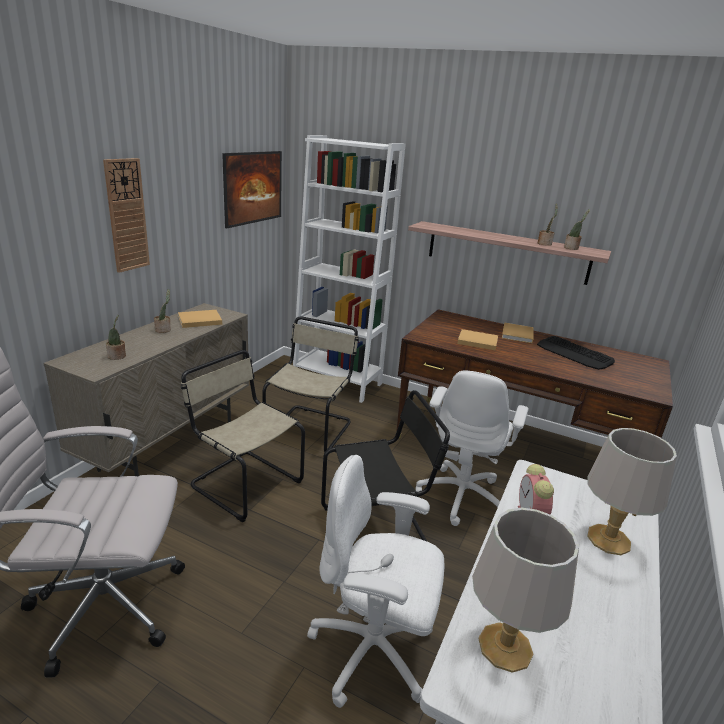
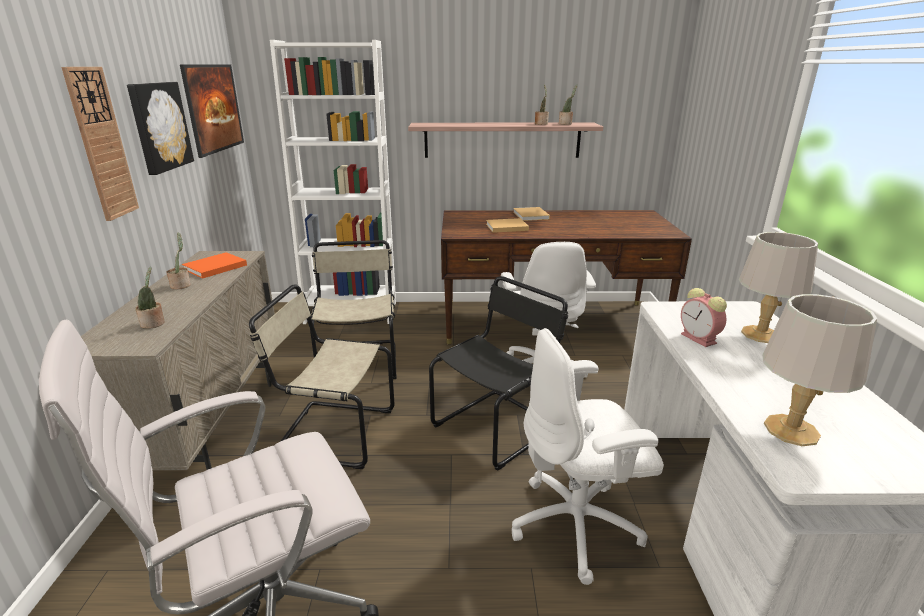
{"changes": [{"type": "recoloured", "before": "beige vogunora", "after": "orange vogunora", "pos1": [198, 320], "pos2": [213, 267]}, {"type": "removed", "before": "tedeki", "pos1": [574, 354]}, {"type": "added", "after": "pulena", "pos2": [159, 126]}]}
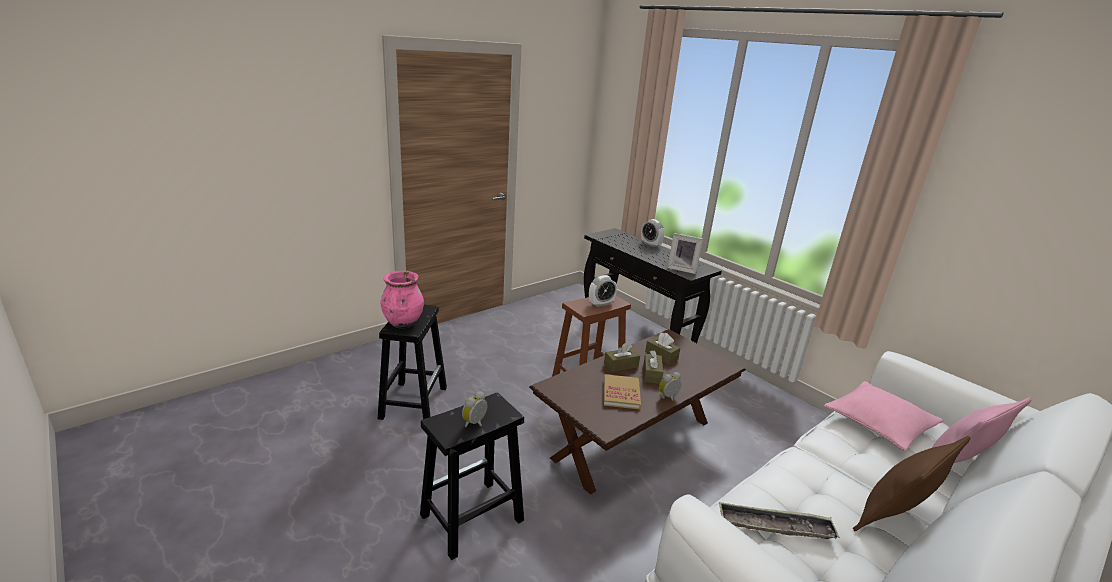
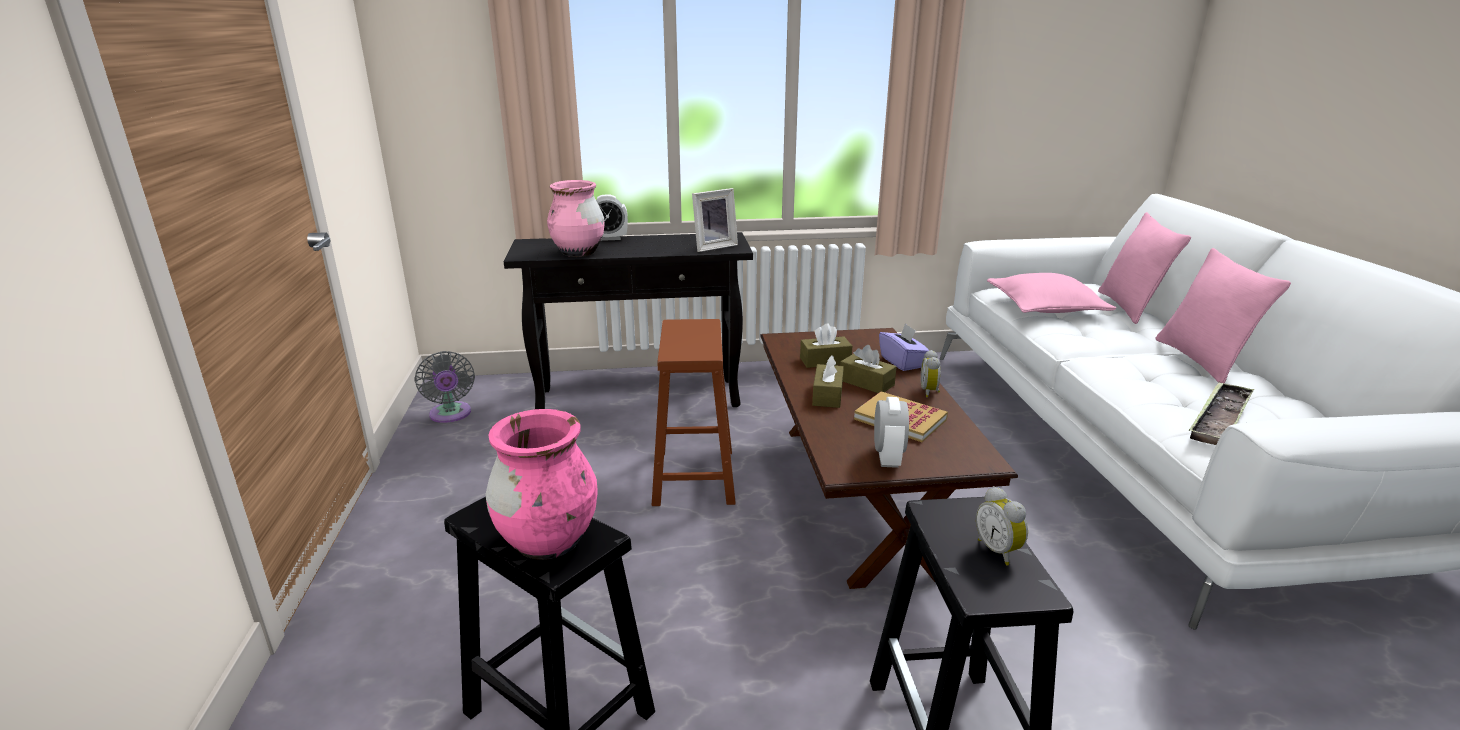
{"changes": [{"type": "moved", "before": "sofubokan", "pos1": [601, 304], "pos2": [887, 458]}, {"type": "recoloured", "before": "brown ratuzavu", "after": "pink ratuzavu", "pos1": [893, 518], "pos2": [1201, 361]}, {"type": "added", "after": "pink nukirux", "pos2": [579, 253]}, {"type": "added", "after": "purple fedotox", "pos2": [902, 362]}, {"type": "added", "after": "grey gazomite", "pos2": [450, 415]}]}
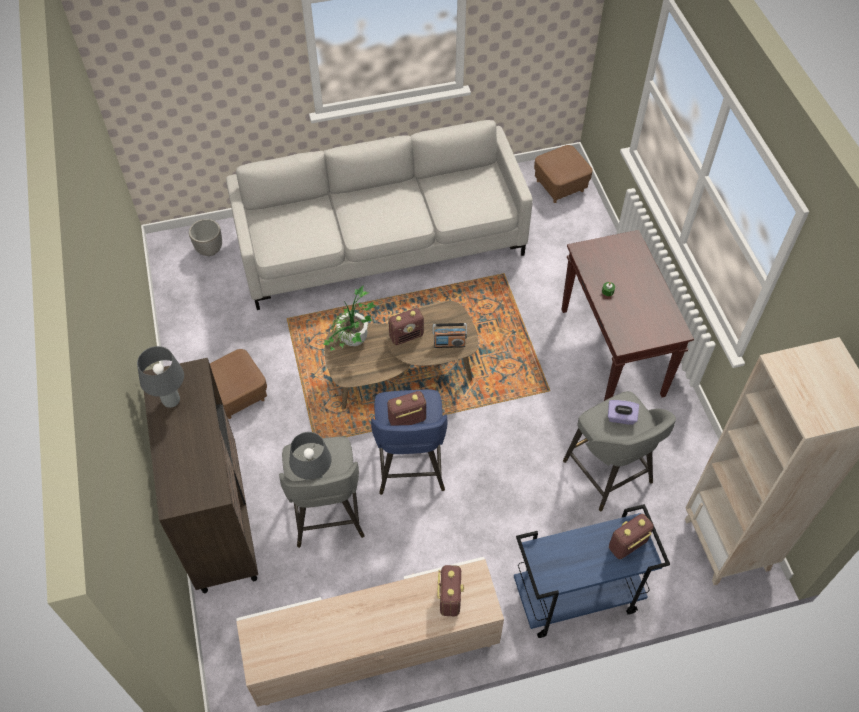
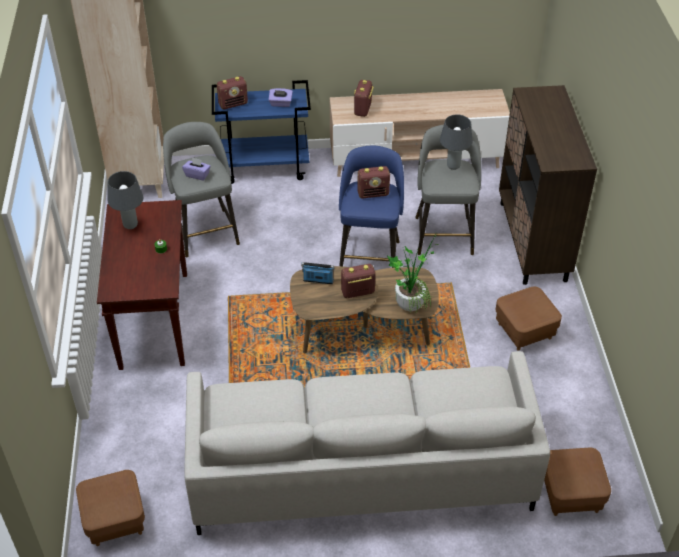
{"changes": [{"type": "replaced", "before": "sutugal", "after": "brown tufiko", "pos1": [210, 249], "pos2": [570, 494]}, {"type": "moved", "before": "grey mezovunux", "pos1": [172, 401], "pos2": [130, 225]}, {"type": "added", "after": "purple fedotox", "pos2": [280, 103]}]}
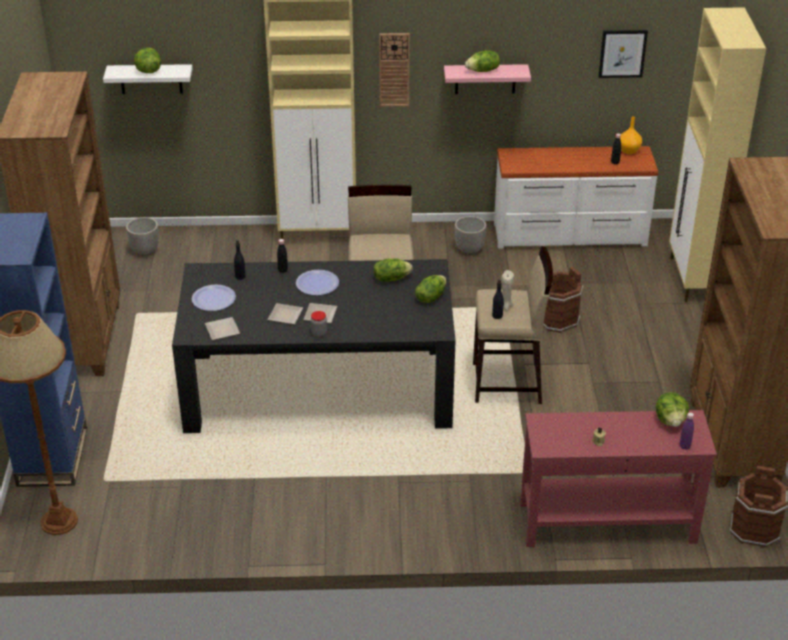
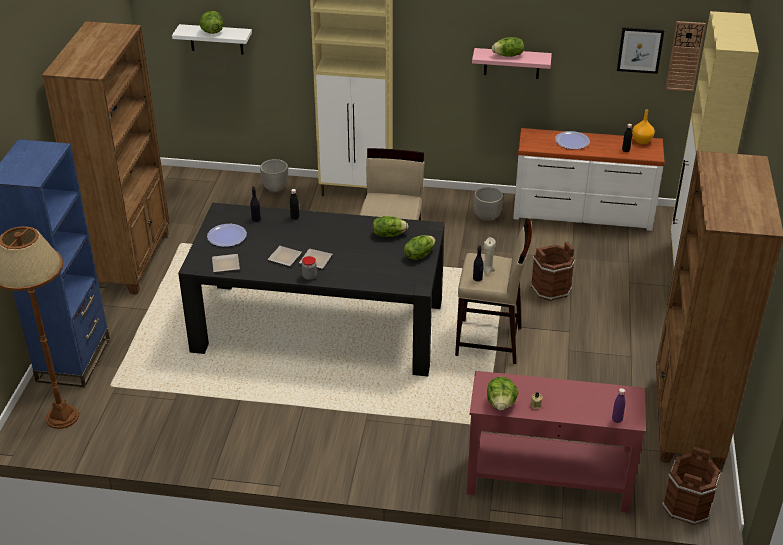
{"changes": [{"type": "moved", "before": "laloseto", "pos1": [394, 69], "pos2": [685, 56]}, {"type": "moved", "before": "sutugal", "pos1": [145, 250], "pos2": [275, 189]}, {"type": "moved", "before": "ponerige", "pos1": [317, 283], "pos2": [572, 141]}, {"type": "moved", "before": "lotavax", "pos1": [670, 421], "pos2": [501, 404]}]}
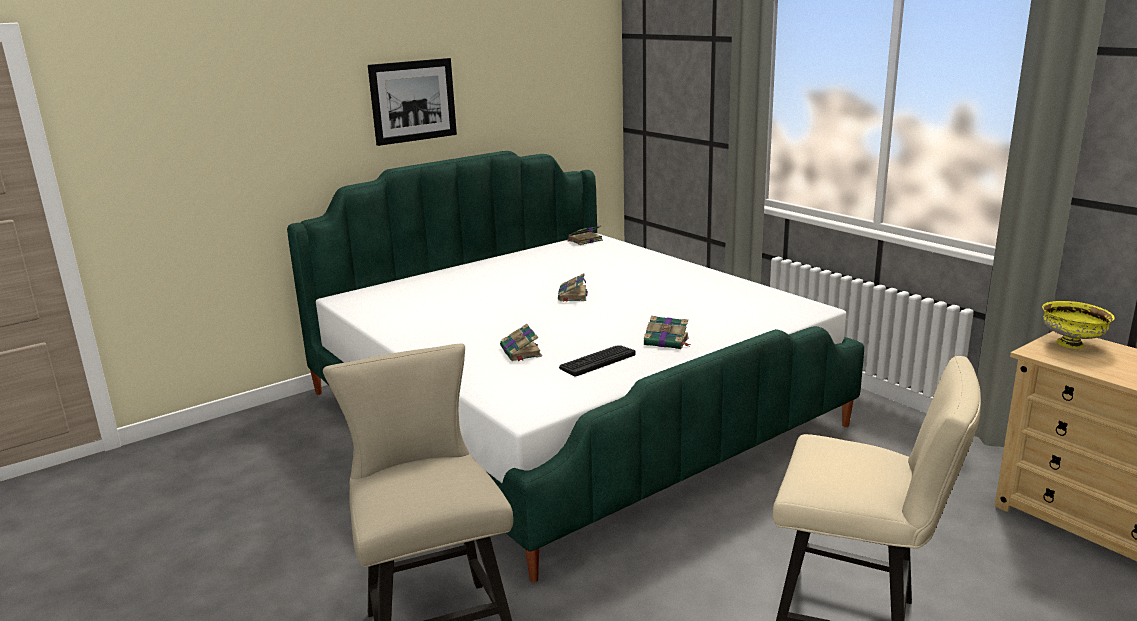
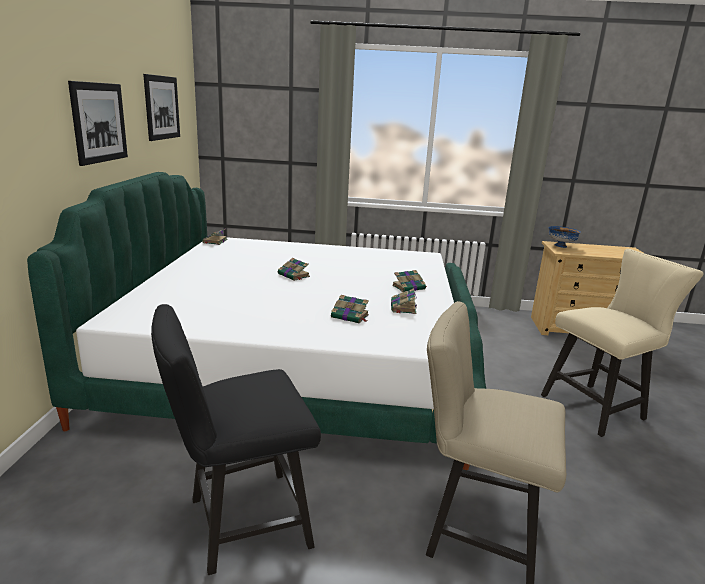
{"changes": [{"type": "recoloured", "before": "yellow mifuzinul", "after": "blue mifuzinul", "pos1": [1071, 344], "pos2": [561, 246]}, {"type": "replaced", "before": "tedeki", "after": "vogunora", "pos1": [597, 361], "pos2": [403, 308]}, {"type": "added", "after": "pulena", "pos2": [162, 107]}, {"type": "added", "after": "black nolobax", "pos2": [239, 523]}]}
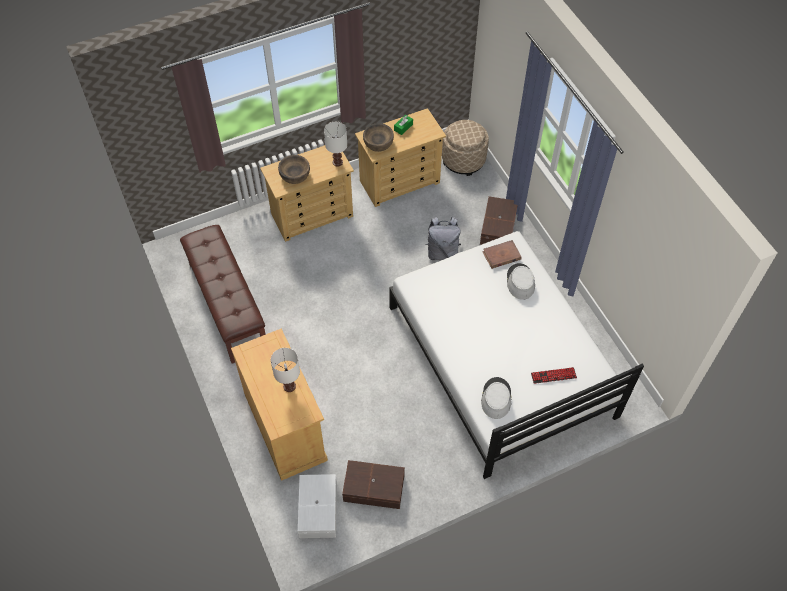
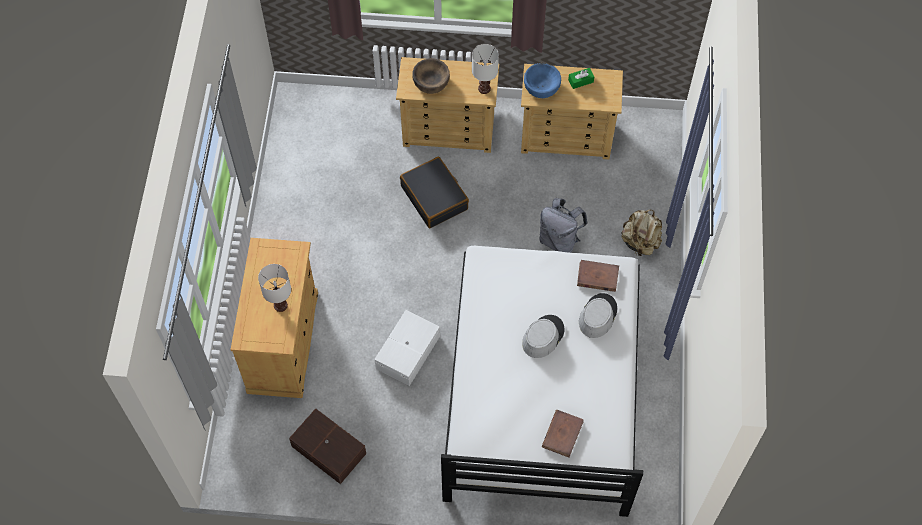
{"changes": [{"type": "removed", "before": "beige tufiko", "pos1": [463, 160]}, {"type": "recoloured", "before": "brown mifuzinul", "after": "blue mifuzinul", "pos1": [378, 143], "pos2": [541, 87]}, {"type": "replaced", "before": "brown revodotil", "after": "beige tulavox", "pos1": [499, 227], "pos2": [640, 242]}, {"type": "removed", "before": "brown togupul", "pos1": [227, 305]}, {"type": "replaced", "before": "tedeki", "after": "brown vogunora", "pos1": [553, 376], "pos2": [562, 434]}, {"type": "moved", "before": "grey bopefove", "pos1": [496, 398], "pos2": [543, 336]}, {"type": "moved", "before": "white revodotil", "pos1": [319, 509], "pos2": [409, 352]}, {"type": "added", "after": "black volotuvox", "pos2": [434, 197]}]}
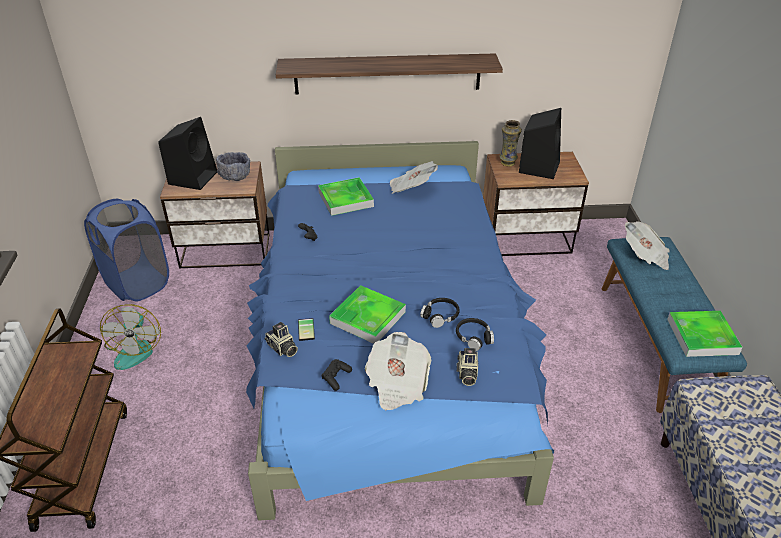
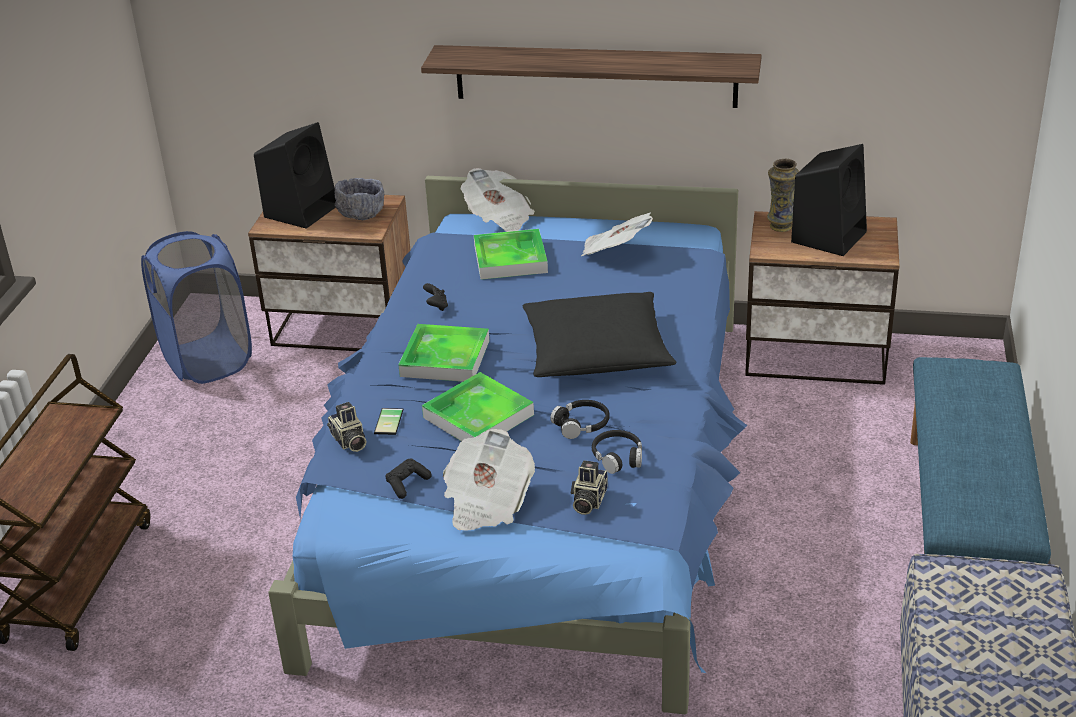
{"changes": [{"type": "moved", "before": "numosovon", "pos1": [645, 256], "pos2": [499, 217]}, {"type": "removed", "before": "gazomite", "pos1": [135, 349]}, {"type": "moved", "before": "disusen", "pos1": [702, 336], "pos2": [445, 358]}, {"type": "added", "after": "black ratuzavu", "pos2": [596, 351]}]}
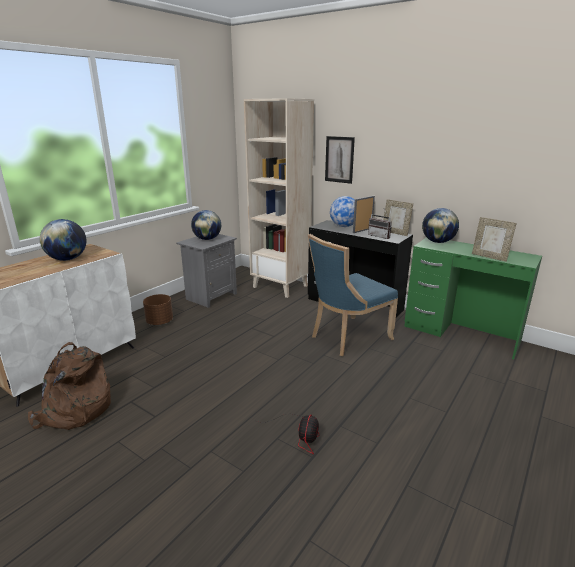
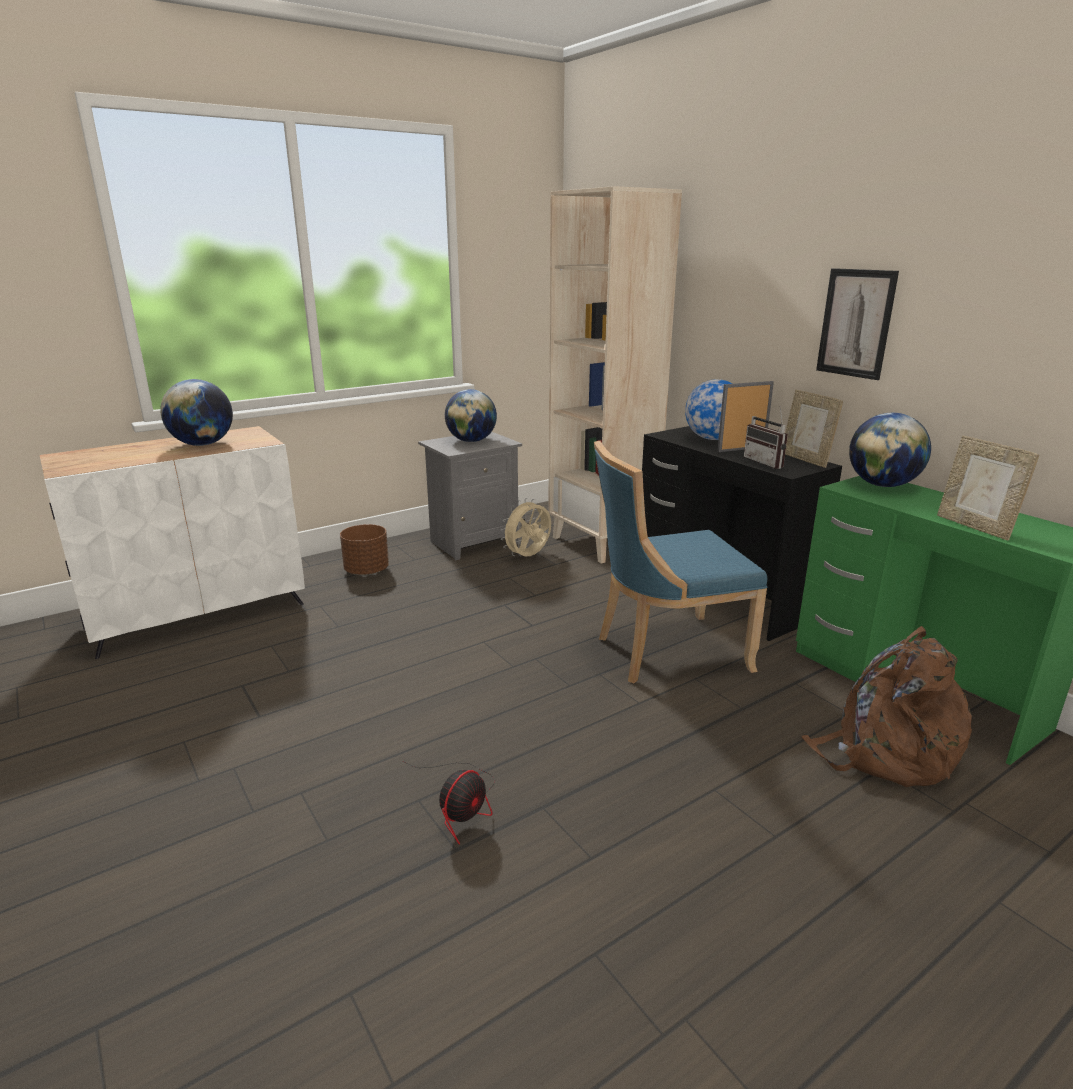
{"changes": [{"type": "moved", "before": "pulena", "pos1": [339, 159], "pos2": [855, 323]}, {"type": "moved", "before": "brown tulavox", "pos1": [75, 410], "pos2": [886, 751]}, {"type": "added", "after": "beige gazomite", "pos2": [528, 557]}]}
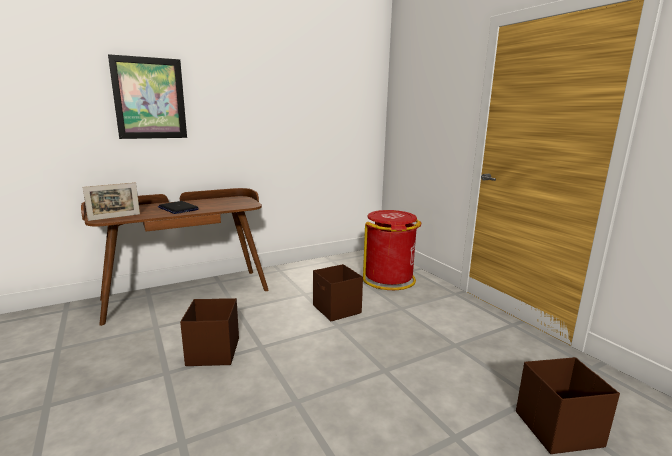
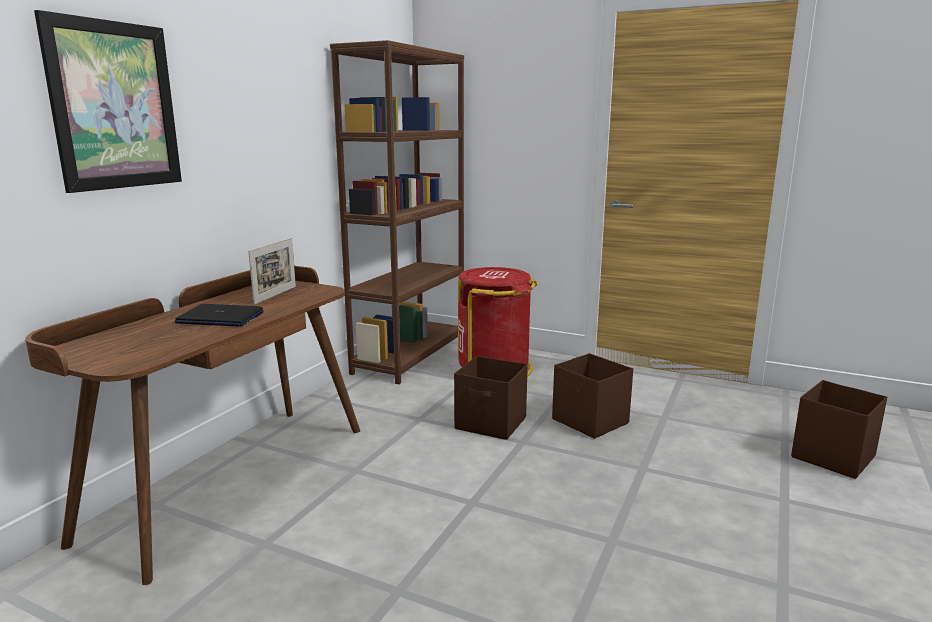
{"changes": [{"type": "moved", "before": "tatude", "pos1": [114, 217], "pos2": [275, 295]}, {"type": "moved", "before": "brown revodotil", "pos1": [212, 352], "pos2": [590, 422]}, {"type": "added", "after": "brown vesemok", "pos2": [410, 356]}]}
